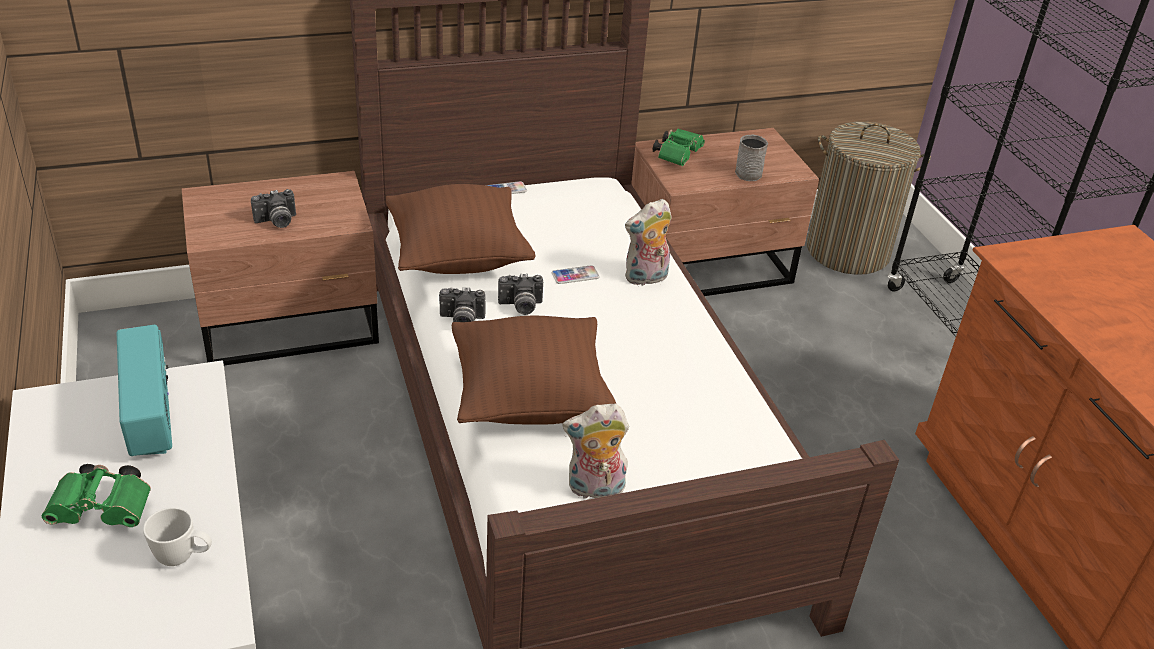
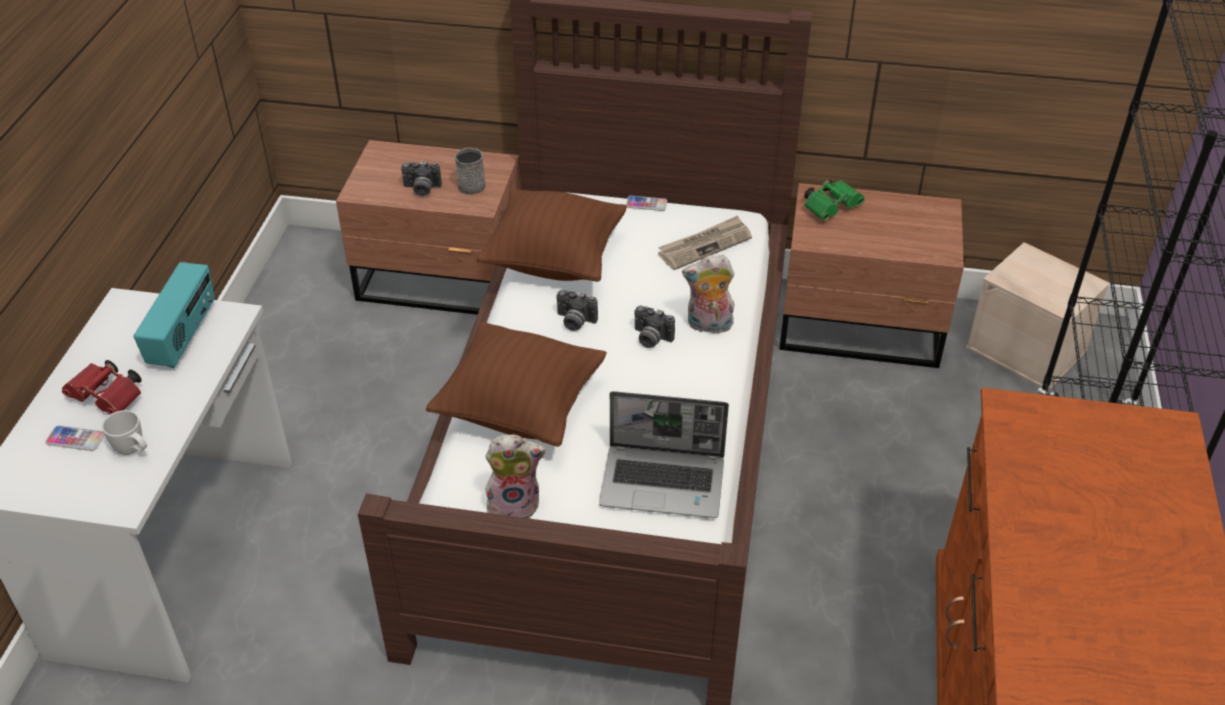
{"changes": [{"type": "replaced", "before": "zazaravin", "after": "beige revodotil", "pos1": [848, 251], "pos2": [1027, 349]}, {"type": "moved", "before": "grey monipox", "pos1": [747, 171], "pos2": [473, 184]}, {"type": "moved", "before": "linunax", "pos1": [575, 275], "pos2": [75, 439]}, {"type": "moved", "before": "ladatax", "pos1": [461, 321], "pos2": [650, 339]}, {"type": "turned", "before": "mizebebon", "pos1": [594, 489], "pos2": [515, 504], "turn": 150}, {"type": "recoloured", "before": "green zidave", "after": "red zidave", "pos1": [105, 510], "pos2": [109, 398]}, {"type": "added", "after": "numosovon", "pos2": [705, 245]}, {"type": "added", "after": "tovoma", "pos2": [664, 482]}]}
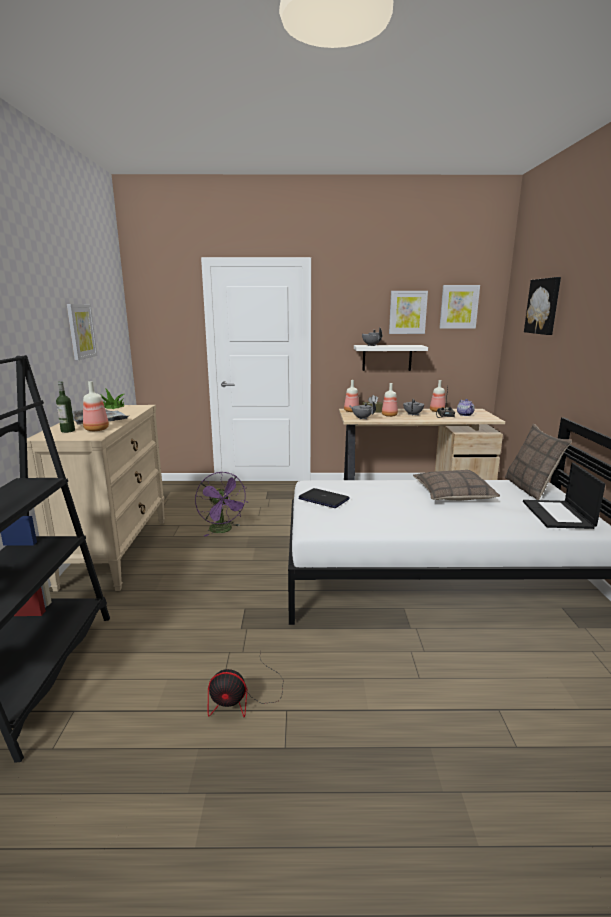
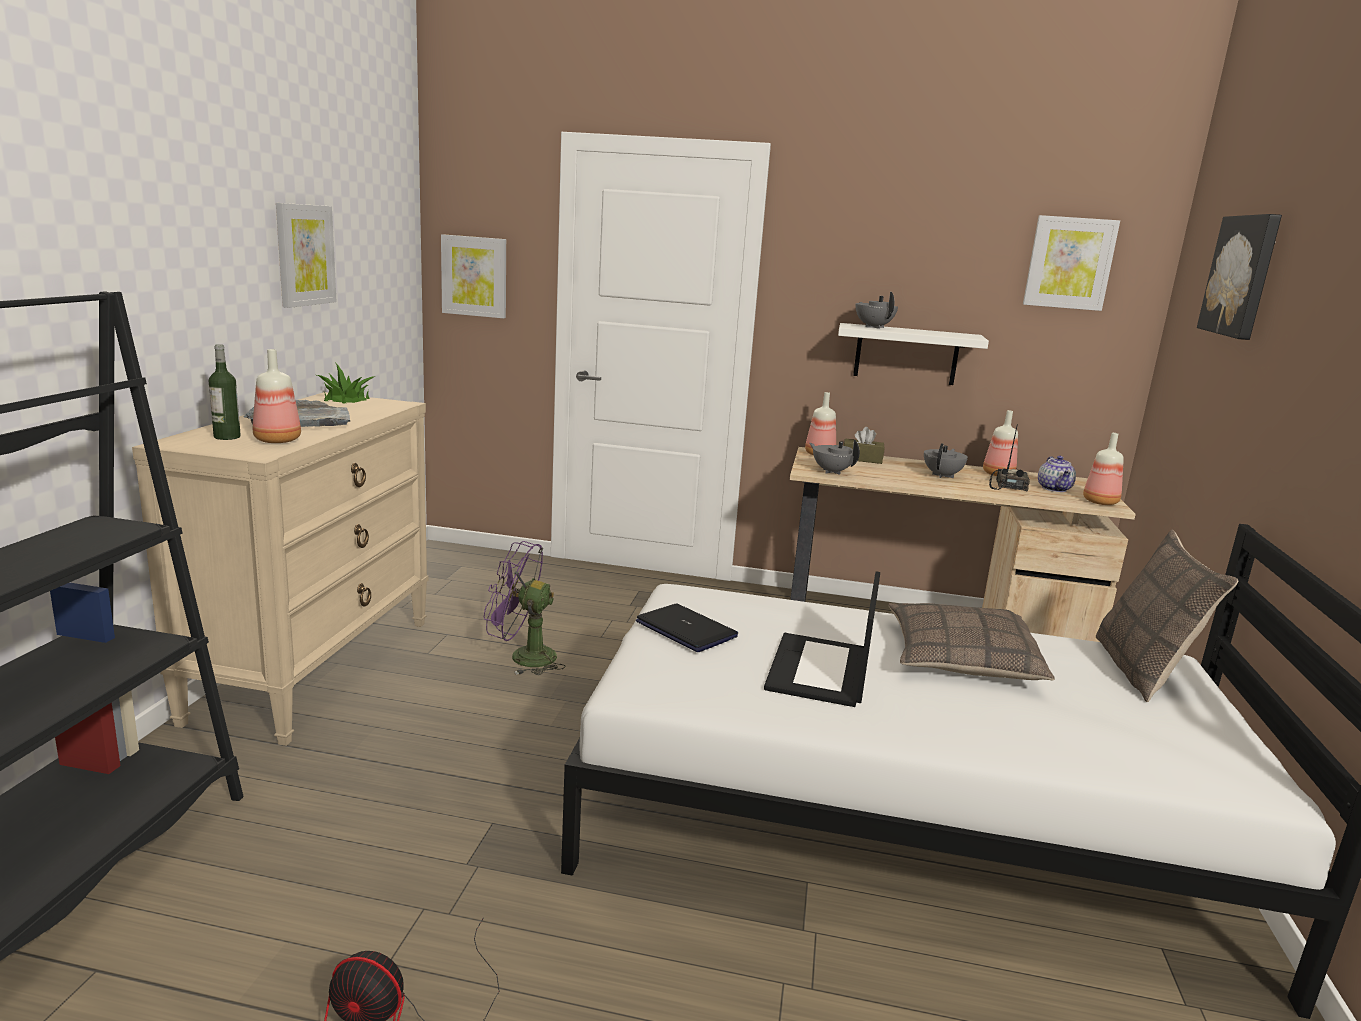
{"changes": [{"type": "moved", "before": "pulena", "pos1": [407, 312], "pos2": [474, 276]}, {"type": "moved", "before": "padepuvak", "pos1": [390, 415], "pos2": [1101, 502]}, {"type": "moved", "before": "tovoma", "pos1": [558, 515], "pos2": [820, 671]}, {"type": "turned", "before": "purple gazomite", "pos1": [223, 530], "pos2": [523, 657], "turn": 120}]}
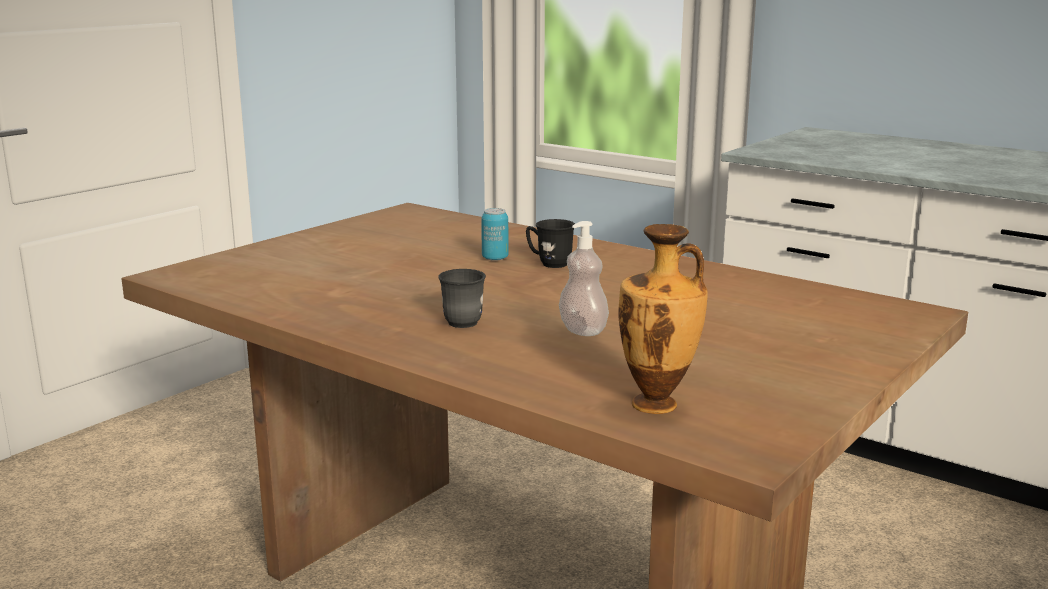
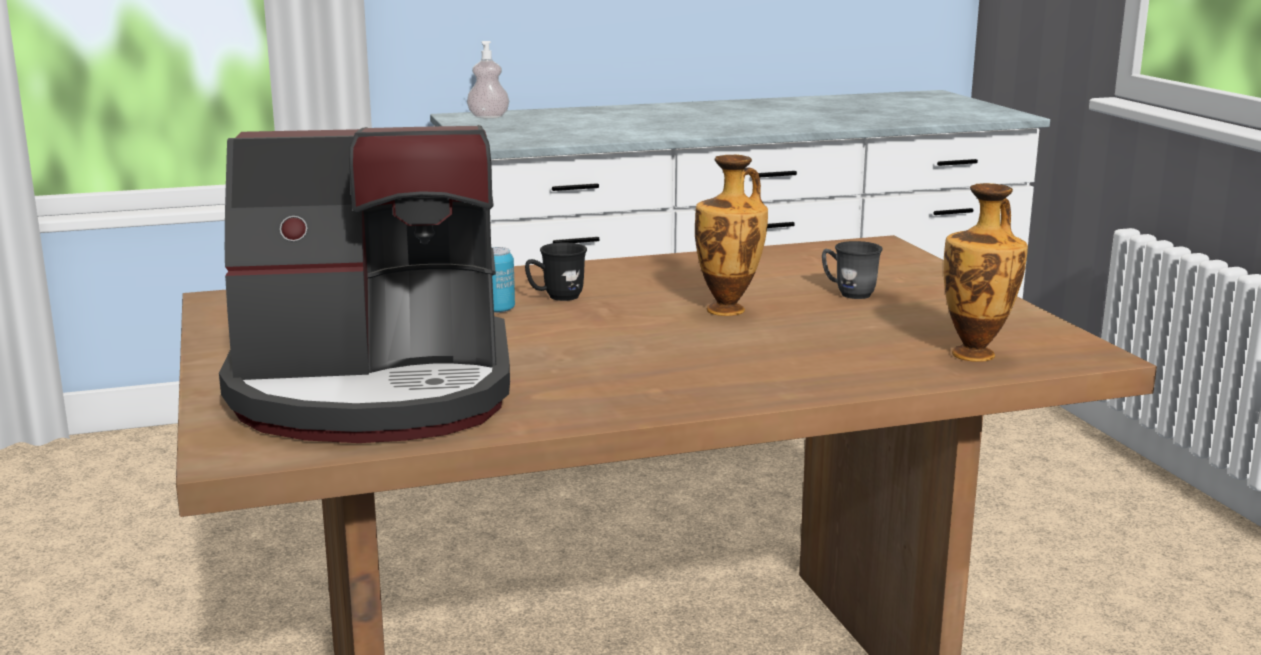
{"changes": [{"type": "moved", "before": "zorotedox", "pos1": [583, 331], "pos2": [488, 117]}, {"type": "moved", "before": "grey monipox", "pos1": [463, 320], "pos2": [848, 293]}, {"type": "added", "after": "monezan", "pos2": [375, 391]}, {"type": "added", "after": "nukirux", "pos2": [728, 310]}]}
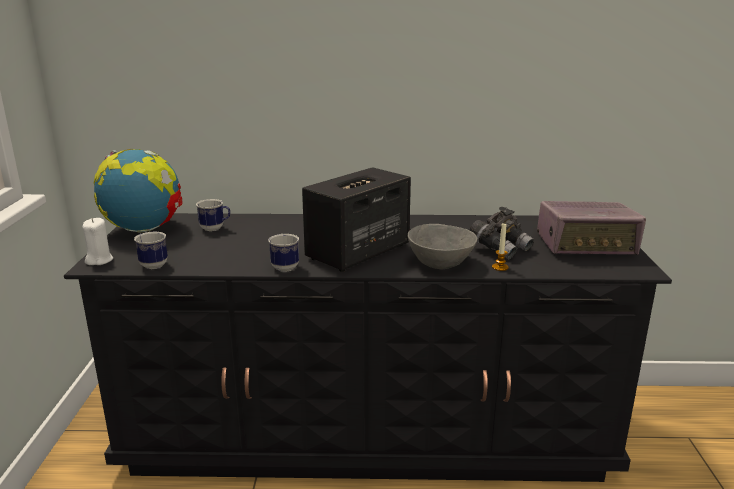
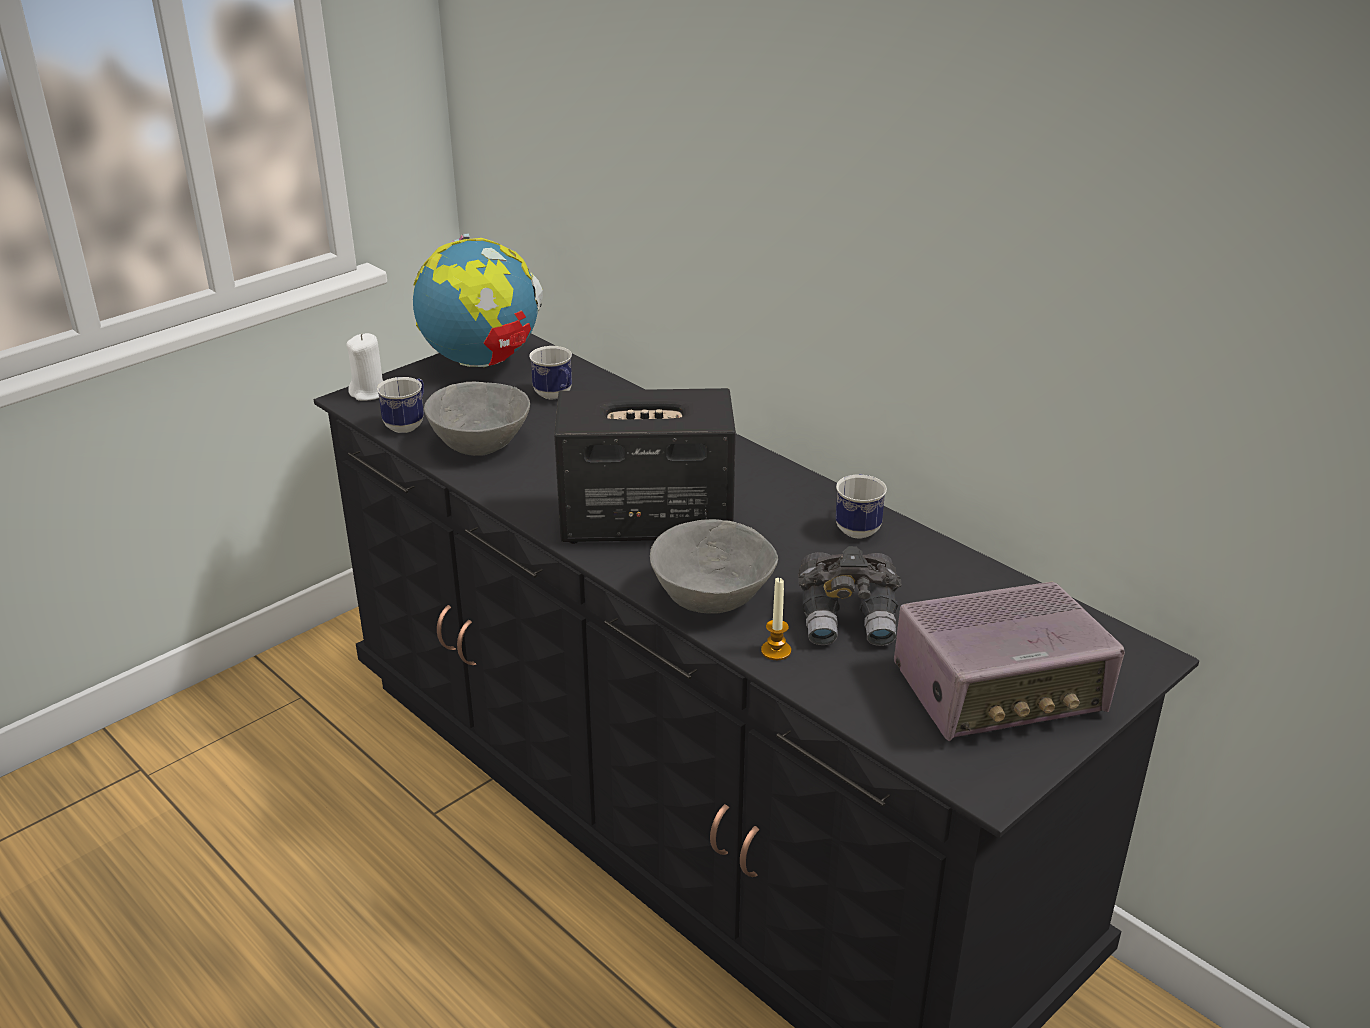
{"changes": [{"type": "turned", "before": "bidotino", "pos1": [586, 246], "pos2": [1000, 691], "turn": -60}, {"type": "moved", "before": "monipox", "pos1": [282, 266], "pos2": [857, 526]}, {"type": "added", "after": "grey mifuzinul", "pos2": [481, 444]}]}
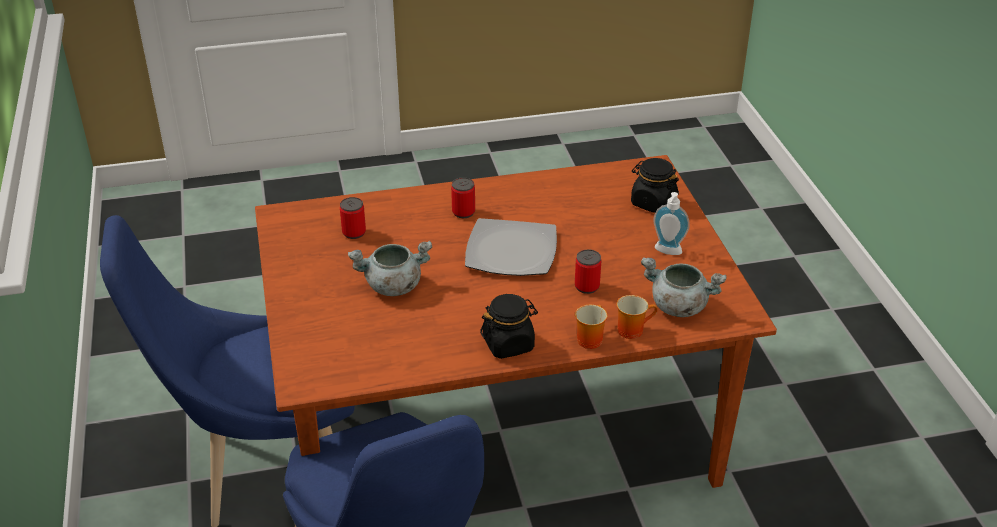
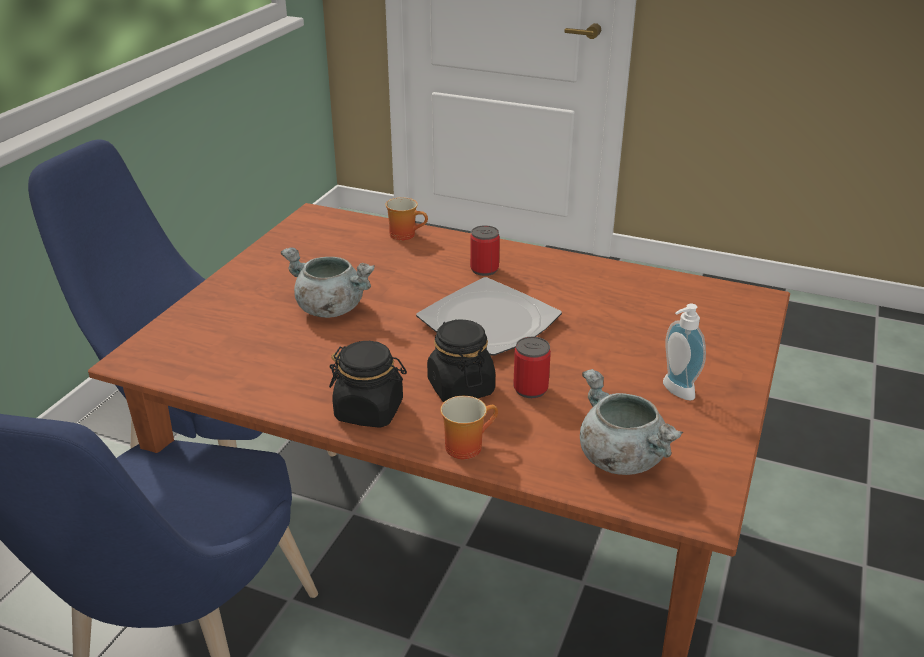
{"changes": [{"type": "moved", "before": "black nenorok", "pos1": [653, 203], "pos2": [460, 387]}, {"type": "removed", "before": "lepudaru", "pos1": [354, 232]}, {"type": "moved", "before": "monipox", "pos1": [632, 329], "pos2": [406, 234]}]}
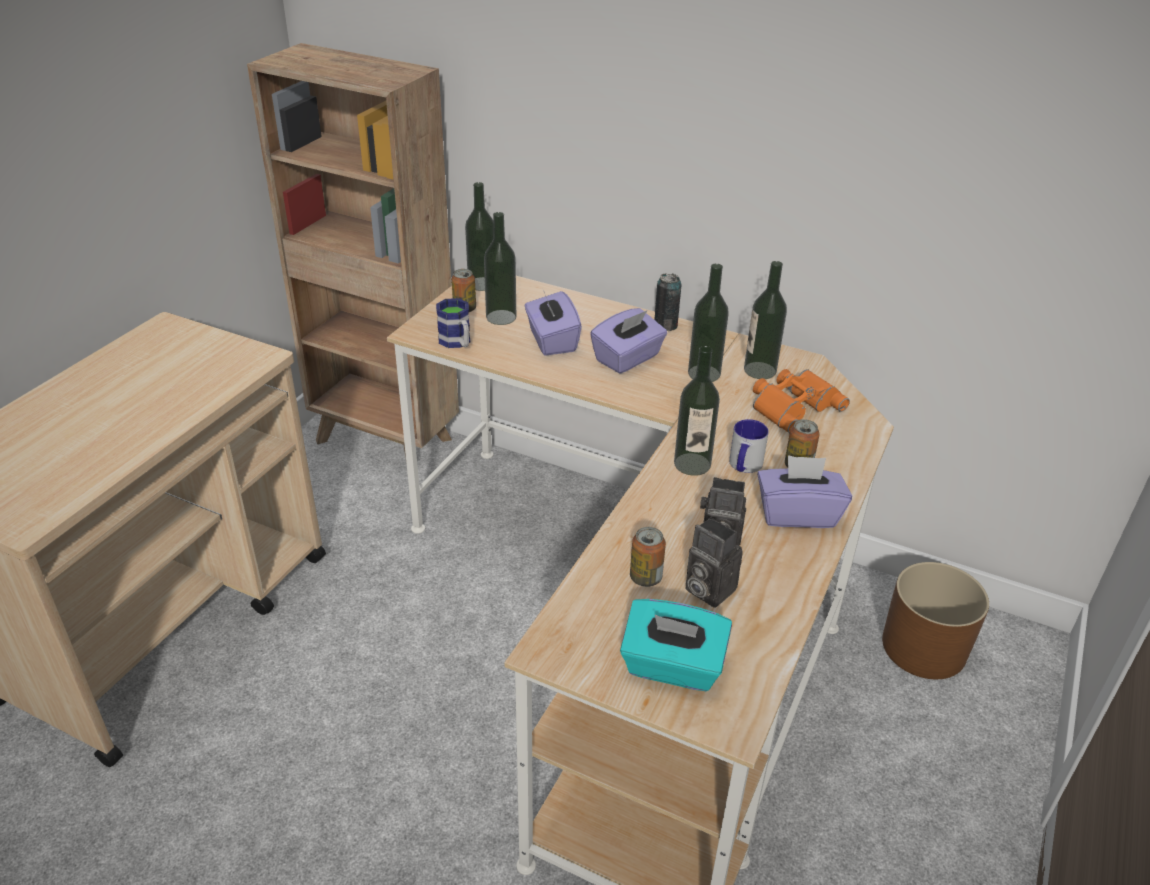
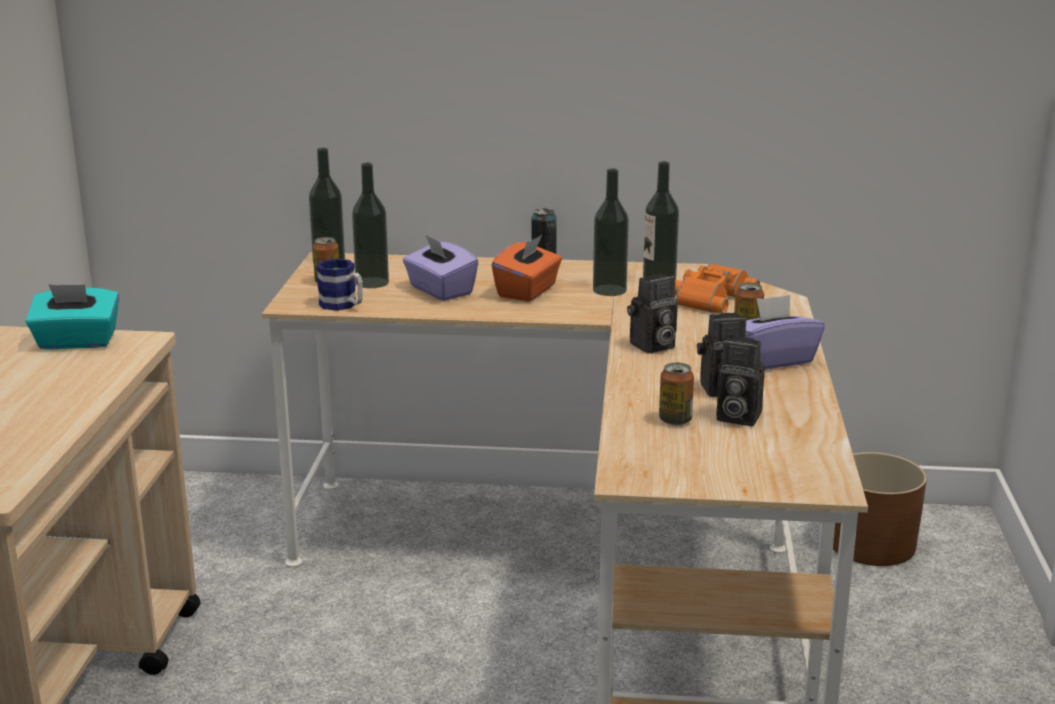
{"changes": [{"type": "removed", "before": "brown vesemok", "pos1": [386, 441]}, {"type": "recoloured", "before": "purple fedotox", "after": "orange fedotox", "pos1": [628, 358], "pos2": [527, 291]}, {"type": "replaced", "before": "padepuvak", "after": "ladatax", "pos1": [692, 464], "pos2": [652, 346]}, {"type": "removed", "before": "monipox", "pos1": [744, 466]}, {"type": "moved", "before": "turquoise fedotox", "pos1": [672, 667], "pos2": [77, 342]}]}
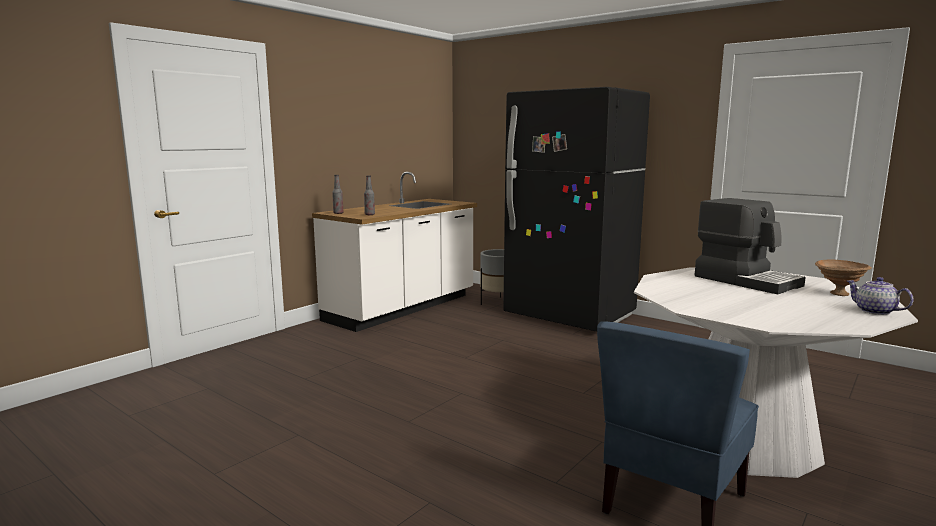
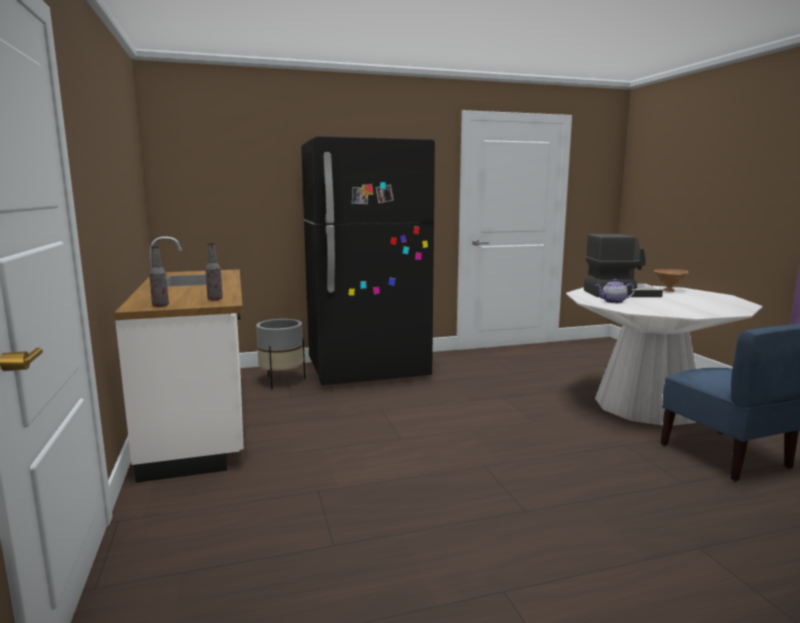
{"changes": [{"type": "moved", "before": "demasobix", "pos1": [874, 311], "pos2": [613, 301]}]}
